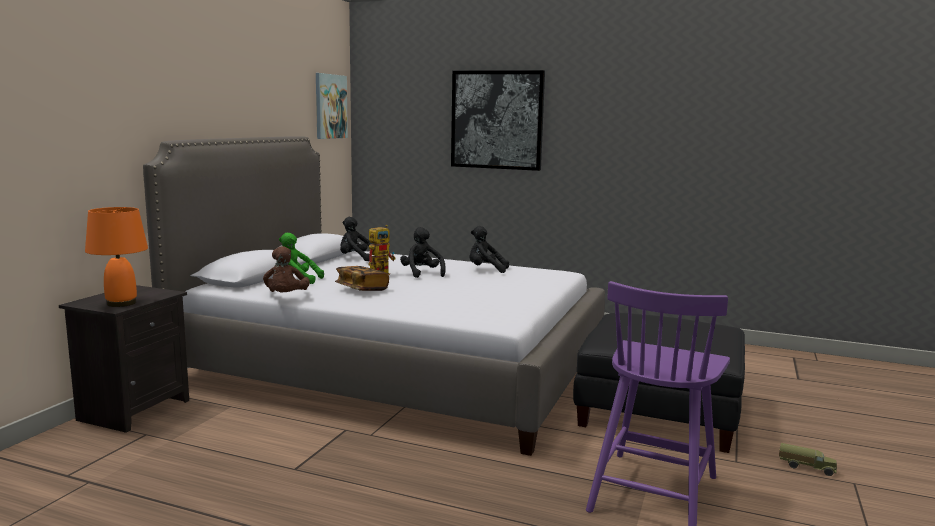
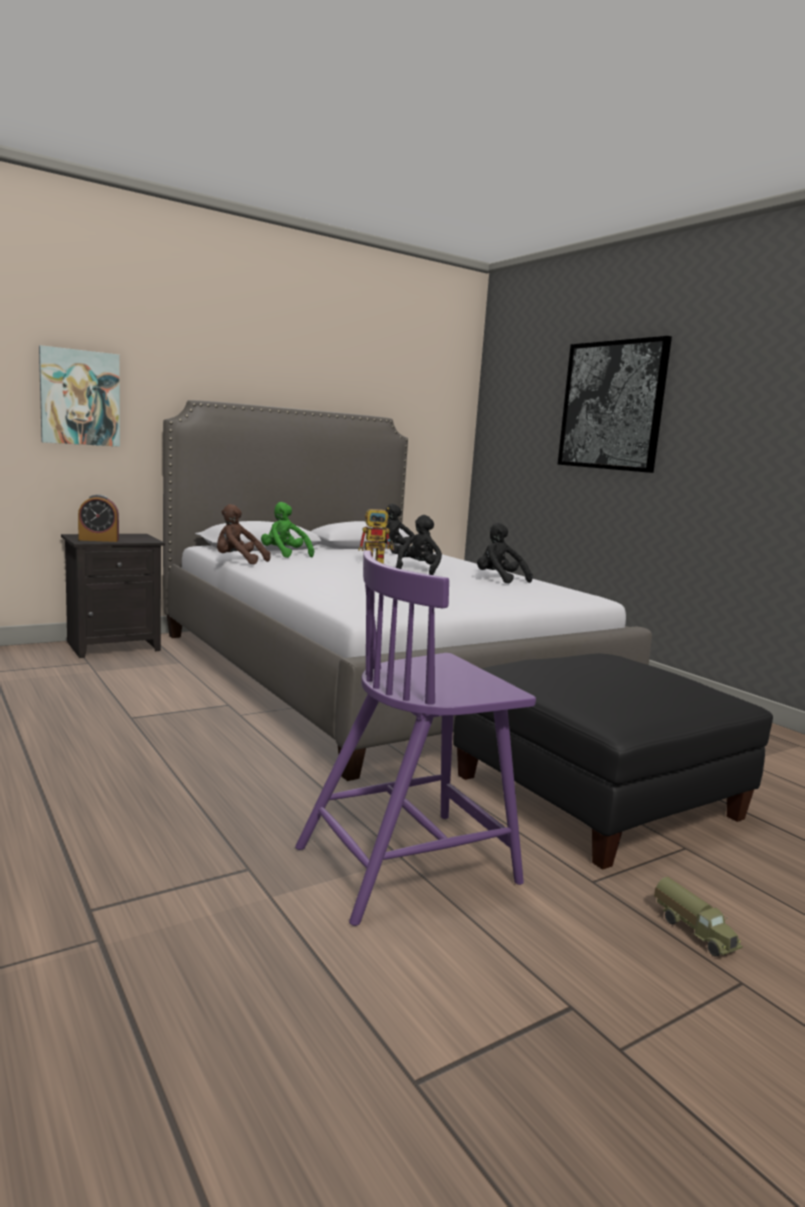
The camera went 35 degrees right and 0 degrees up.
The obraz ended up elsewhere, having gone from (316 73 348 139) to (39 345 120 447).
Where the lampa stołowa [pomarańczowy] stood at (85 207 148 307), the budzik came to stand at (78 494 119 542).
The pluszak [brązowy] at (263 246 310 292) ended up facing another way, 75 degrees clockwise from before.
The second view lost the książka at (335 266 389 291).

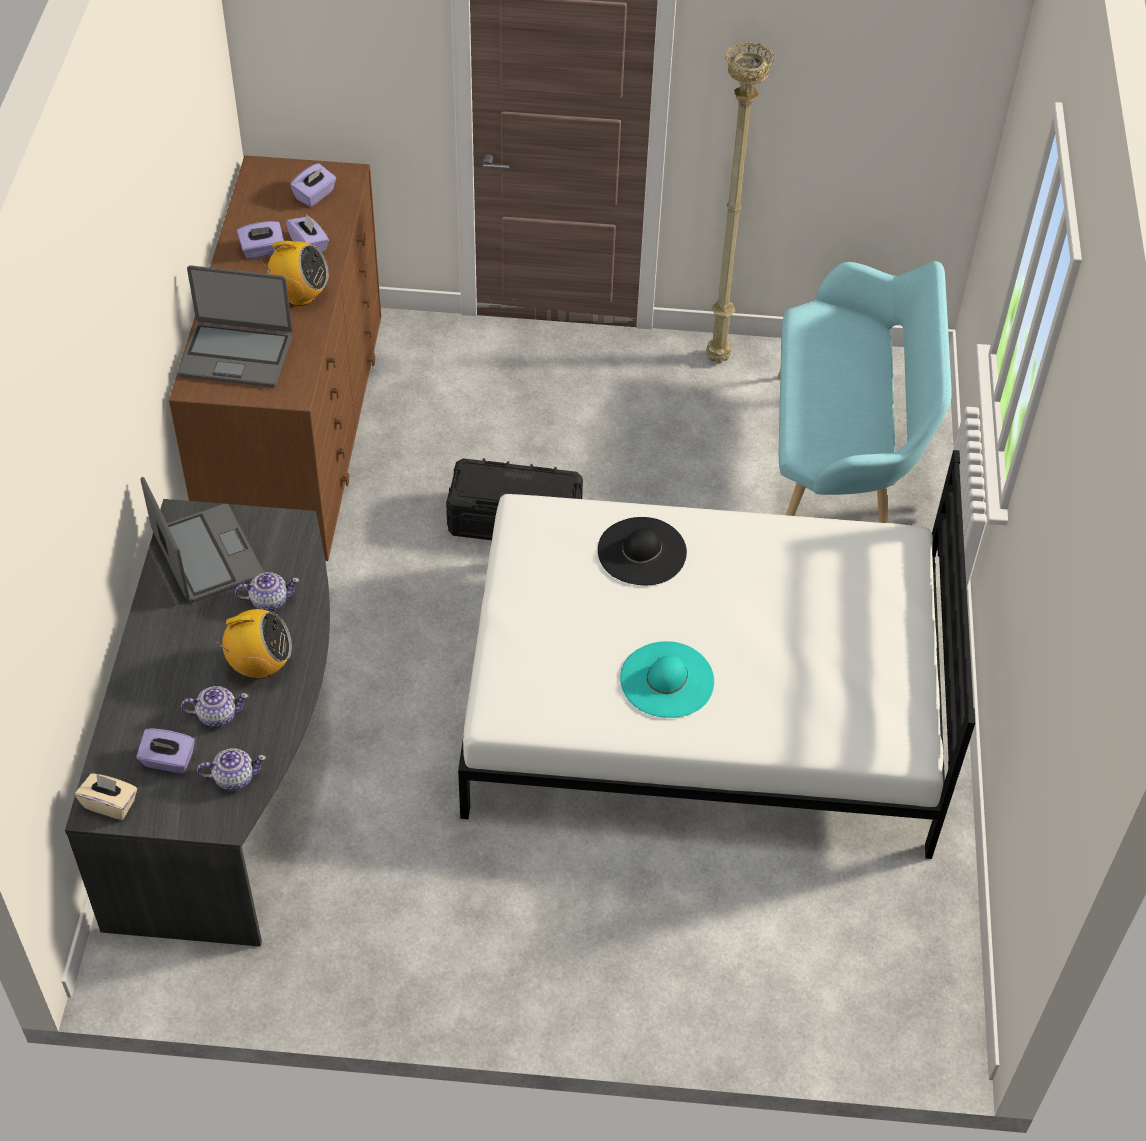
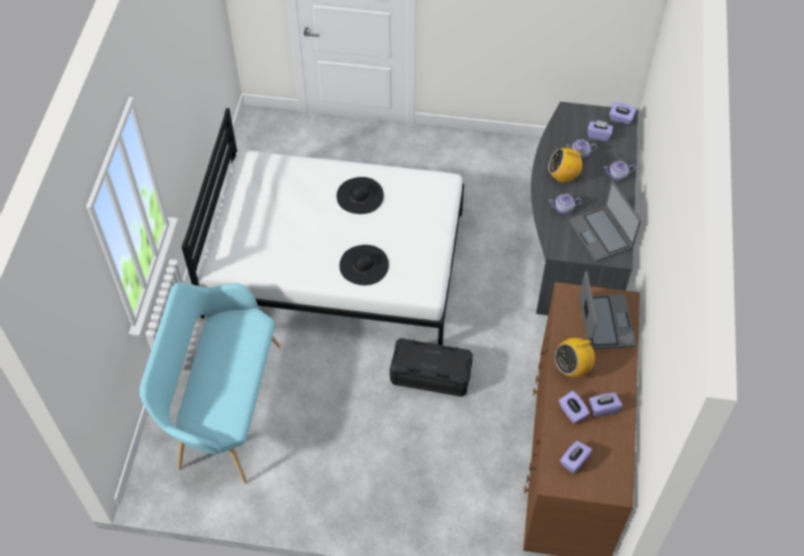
The camera went 175 degrees left and 5 degrees up.
What was the kapelusz [turkusowy] at (620 641 714 718) turned into the kapelusz [czarny] at (337 177 384 214).
The radio at (260 241 328 306) ended up facing another way, 45 degrees counterclockwise from before.
The laptop at (178 265 292 387) ended up facing another way, 75 degrees clockwise from before.
The imbryk ended up elsewhere, having gone from (197 748 266 791) to (604 161 636 181).
What was the pudełko chusteczek [beżowy] at (75 773 137 820) turned into the pudełko chusteczek [fioletowy] at (609 102 636 125).
The second view lost the lampa stojąca [beżowy] at (706 41 774 363).

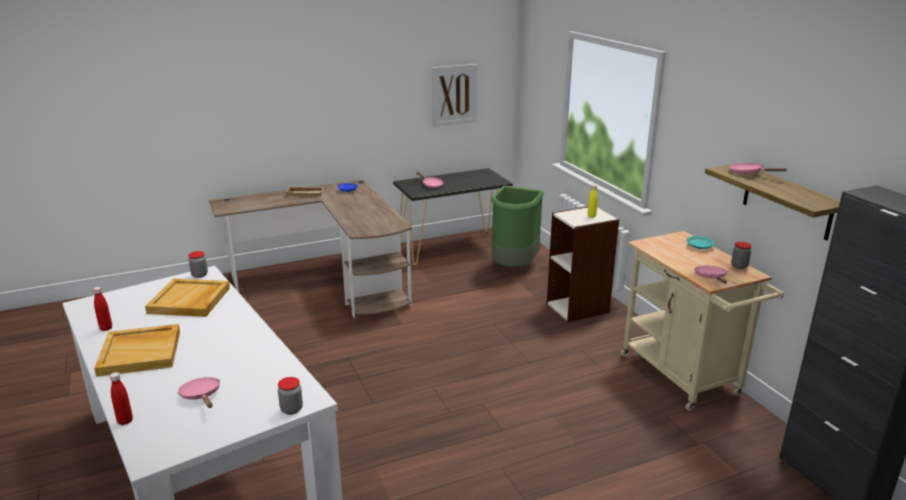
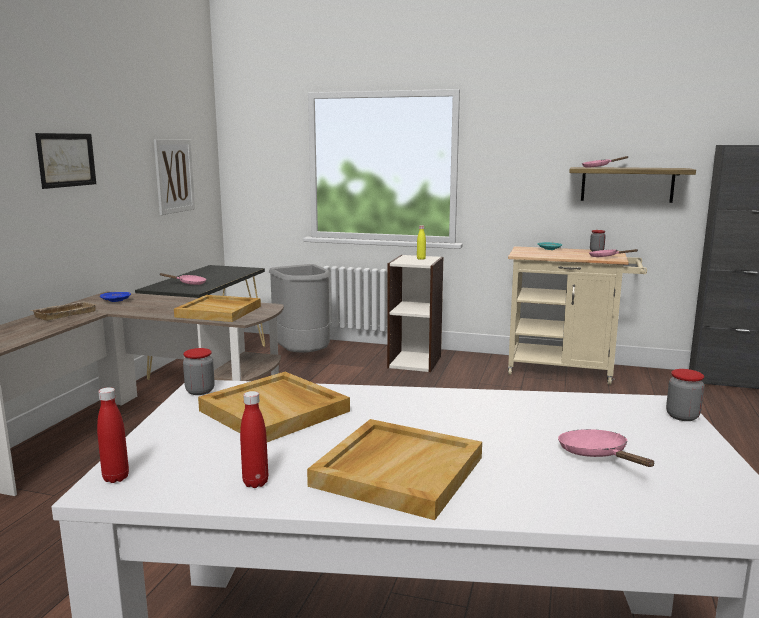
The camera went 50 degrees left and 10 degrees down.
The second view gained the obraz at (35 133 96 189).
The butelka [czerwony] ended up elsewhere, having gone from (110 372 133 425) to (97 387 129 483).
The second view gained the taca [beżowy] at (174 295 261 322).
What was the kosz na śmieci [zielony] at (491 186 544 267) turned into the kosz na śmieci [szary] at (268 264 330 353).
The patelnia [różowy] at (178 377 220 408) ended up facing another way, 60 degrees clockwise from before.

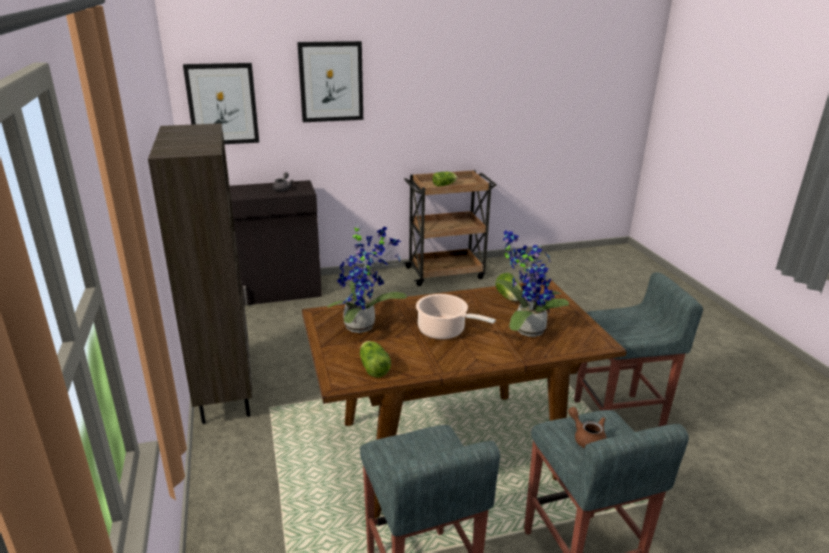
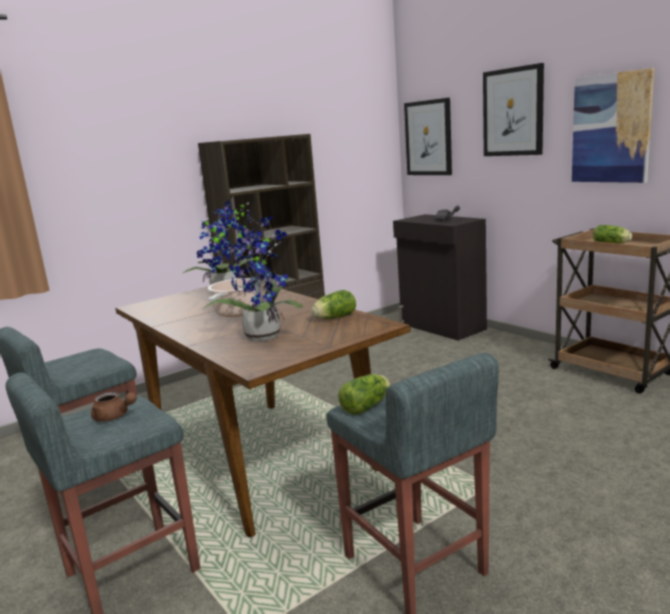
The camera went 70 degrees right and 10 degrees down.
The imbryk [brązowy] at (568 407 606 448) ended up facing another way, 75 degrees clockwise from before.
The sałata ended up elsewhere, having gone from (360 341 391 377) to (338 374 390 415).
The second view gained the obraz at (572 68 654 183).

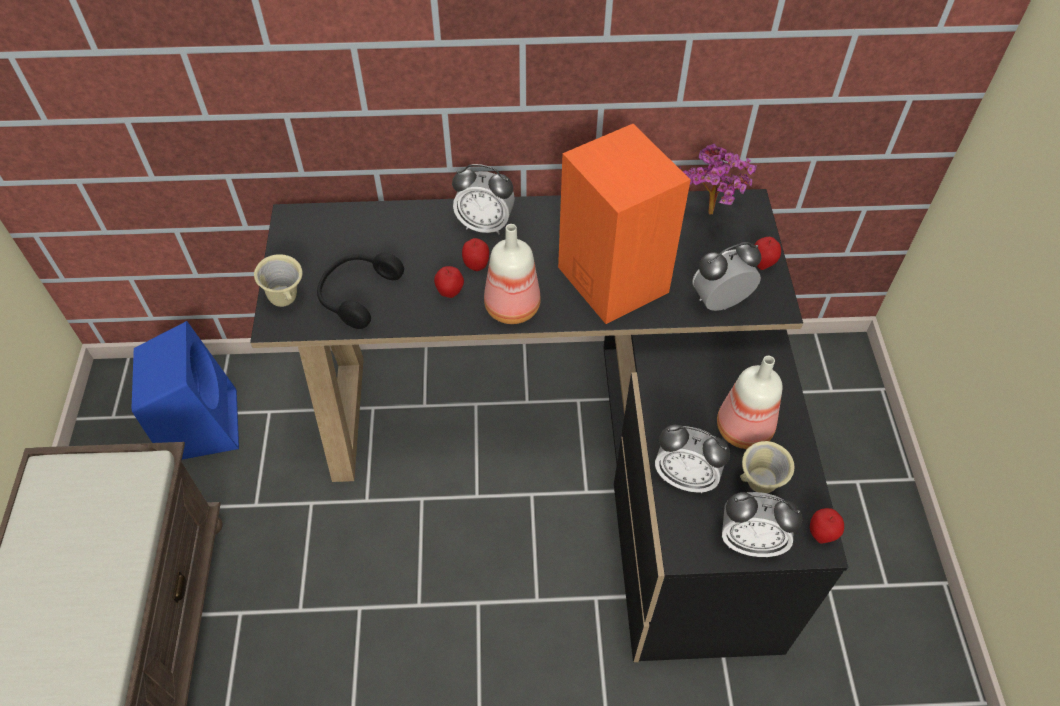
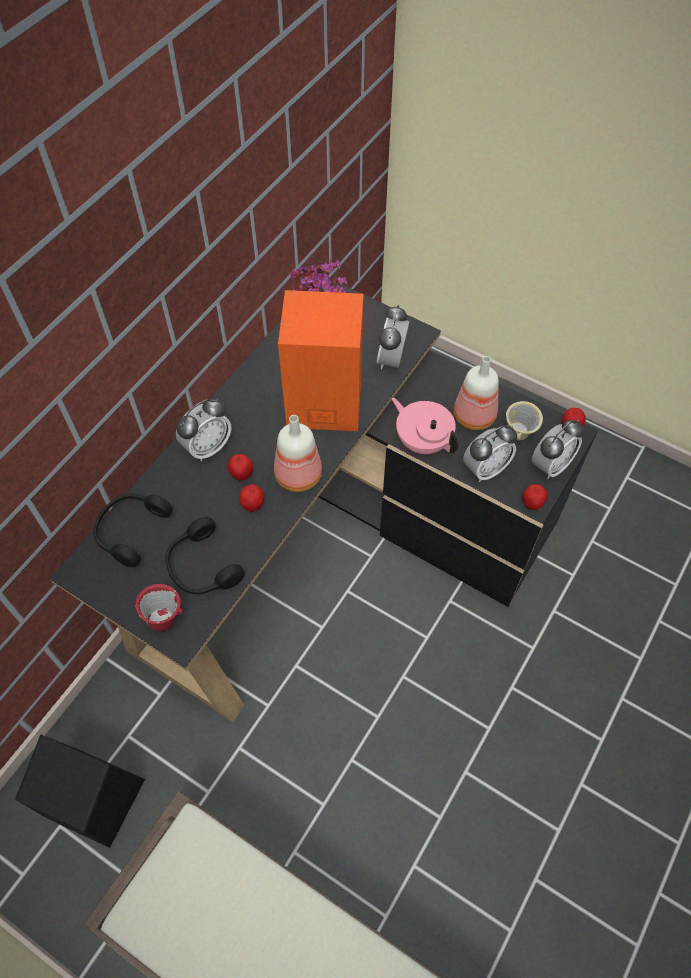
The camera went 55 degrees left and 5 degrees up.
What was the głośnik [niebieski] at (132 321 239 460) turned into the głośnik [czarny] at (15 734 145 848).
The second view gained the słuchawki [czarny] at (93 494 172 567).
What was the kubek [beżowy] at (254 254 303 307) turned into the kubek [czerwony] at (135 584 183 631).
The second view gained the imbryk [różowy] at (392 398 459 454).
The jabłko ended up elsewhere, having gone from (755 237 781 270) to (523 484 548 510).

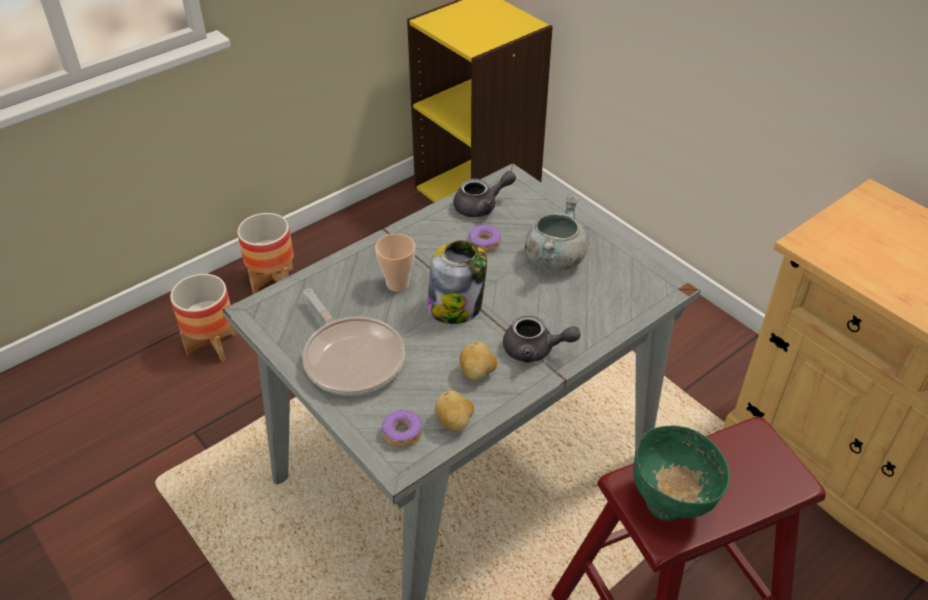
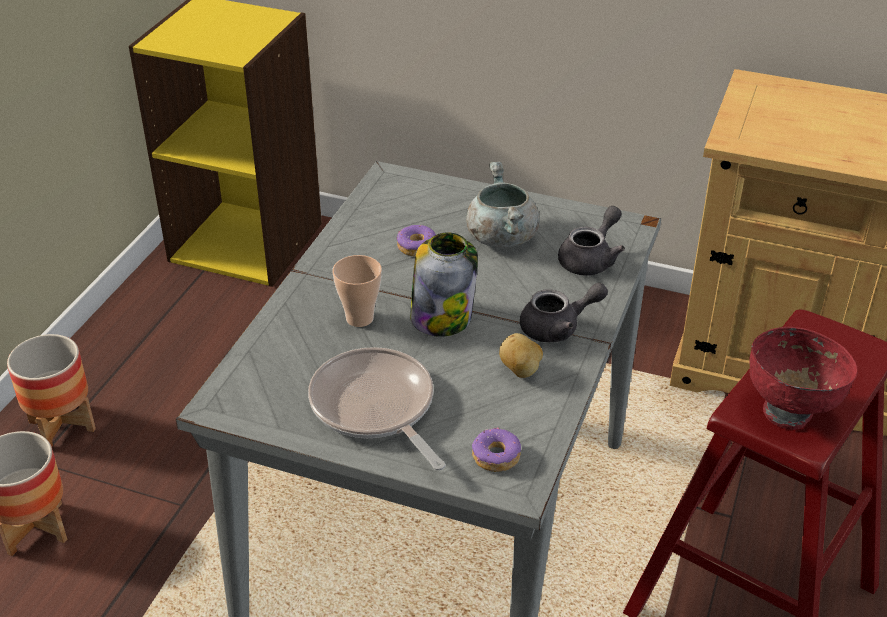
The camera went 30 degrees left and 5 degrees down.
The patelnia at (302 289 405 396) ended up facing another way, 150 degrees counterclockwise from before.
The imbryk [szary] ended up elsewhere, having gone from (454 171 516 217) to (558 206 625 275).
What was the miska [zielony] at (633 425 729 521) turned into the miska [czerwony] at (749 327 857 430).
The second view lost the ziemniak at (435 390 474 432).

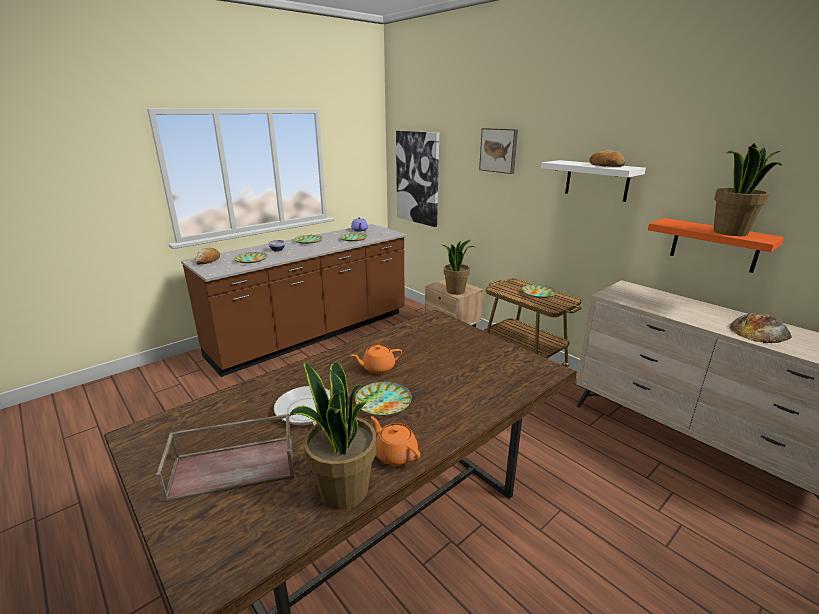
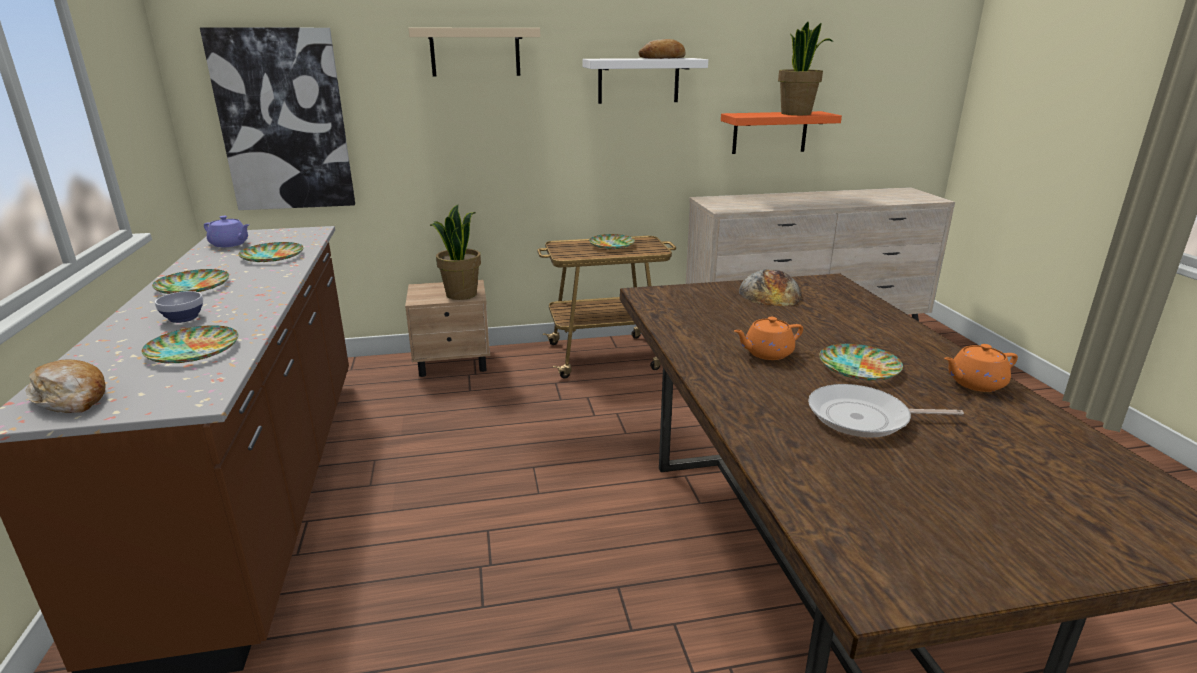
The camera went 60 degrees left and 0 degrees up.
Where the obraz hung at (479 128 518 174), the półka [beżowy] came to hang at (409 28 540 77).
The imbryk [pomarańczowy] at (351 345 402 374) ended up facing another way, 60 degrees clockwise from before.
The chleb ended up elsewhere, having gone from (730 313 792 343) to (739 269 802 306).
The second view lost the taca [brązowy] at (156 414 294 503).
The second view lost the roślina doniczkowa at (289 361 376 510).

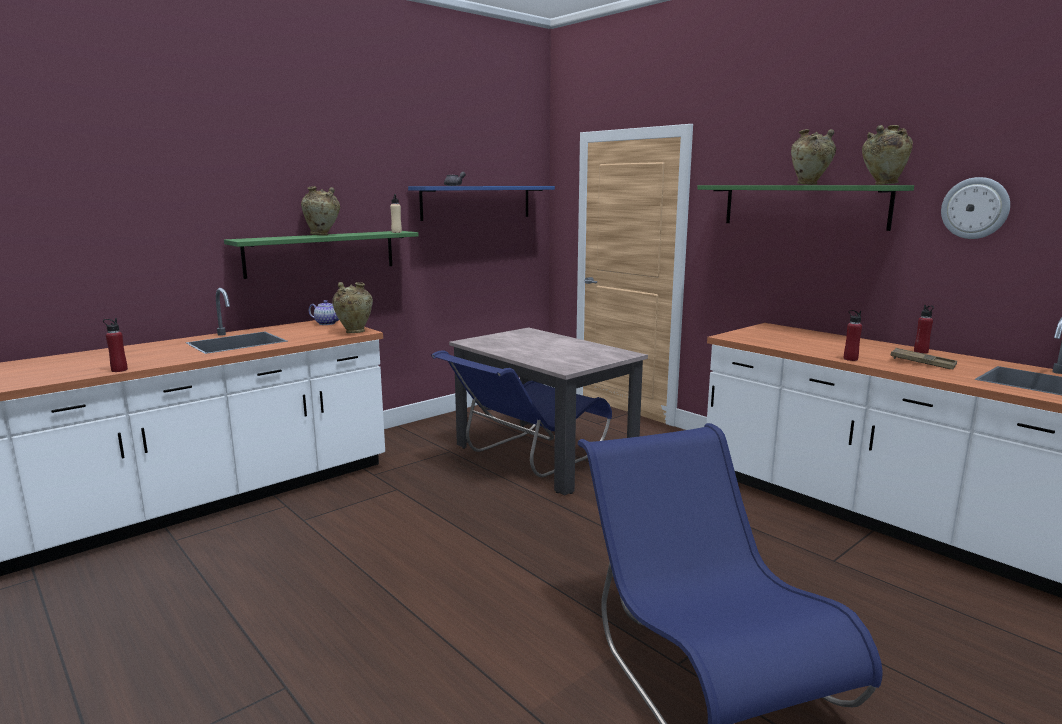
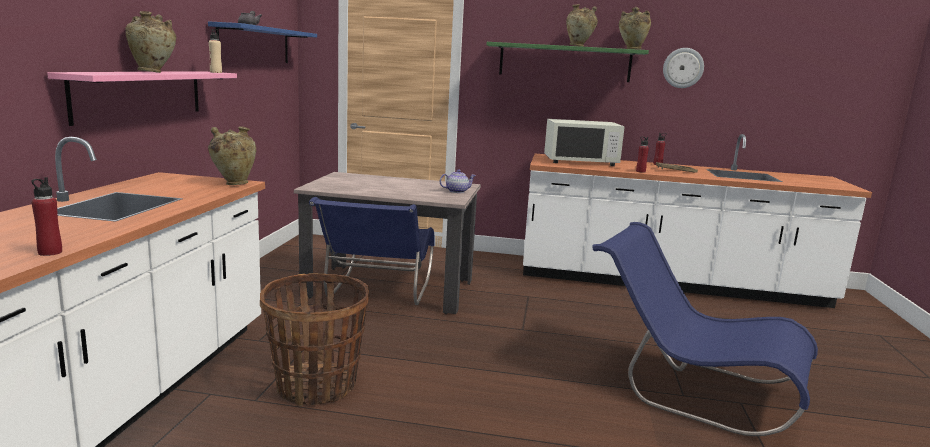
The camera went 40 degrees left and 0 degrees up.
What was the półka [zielony] at (224 231 419 279) turned into the półka [różowy] at (47 71 237 126).
The second view gained the koszyk at (260 273 369 407).
The imbryk ended up elsewhere, having gone from (308 300 339 325) to (440 169 476 193).
The second view gained the mikrofalówka [biały] at (544 119 625 166).

